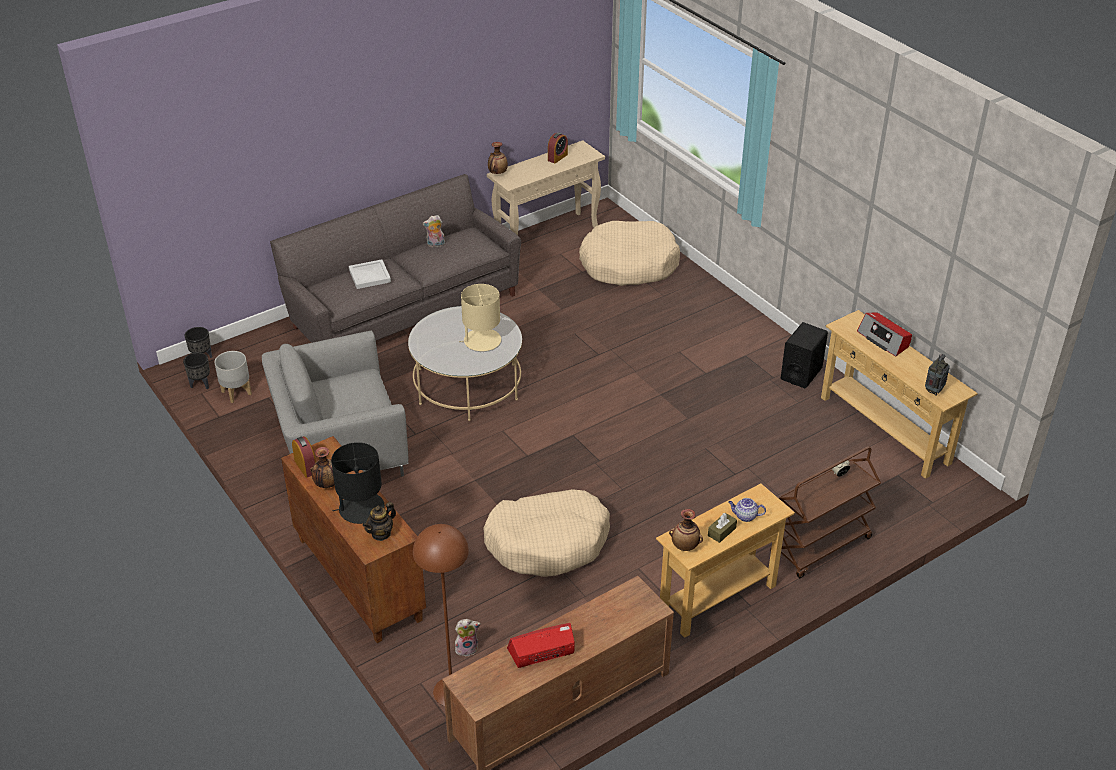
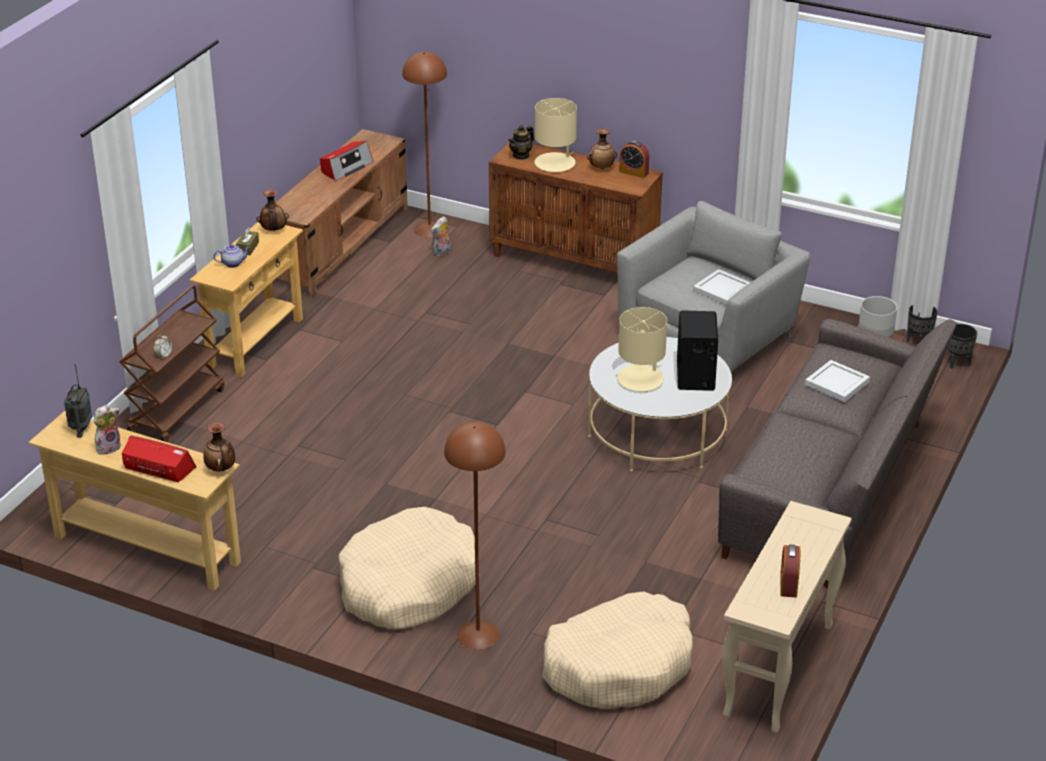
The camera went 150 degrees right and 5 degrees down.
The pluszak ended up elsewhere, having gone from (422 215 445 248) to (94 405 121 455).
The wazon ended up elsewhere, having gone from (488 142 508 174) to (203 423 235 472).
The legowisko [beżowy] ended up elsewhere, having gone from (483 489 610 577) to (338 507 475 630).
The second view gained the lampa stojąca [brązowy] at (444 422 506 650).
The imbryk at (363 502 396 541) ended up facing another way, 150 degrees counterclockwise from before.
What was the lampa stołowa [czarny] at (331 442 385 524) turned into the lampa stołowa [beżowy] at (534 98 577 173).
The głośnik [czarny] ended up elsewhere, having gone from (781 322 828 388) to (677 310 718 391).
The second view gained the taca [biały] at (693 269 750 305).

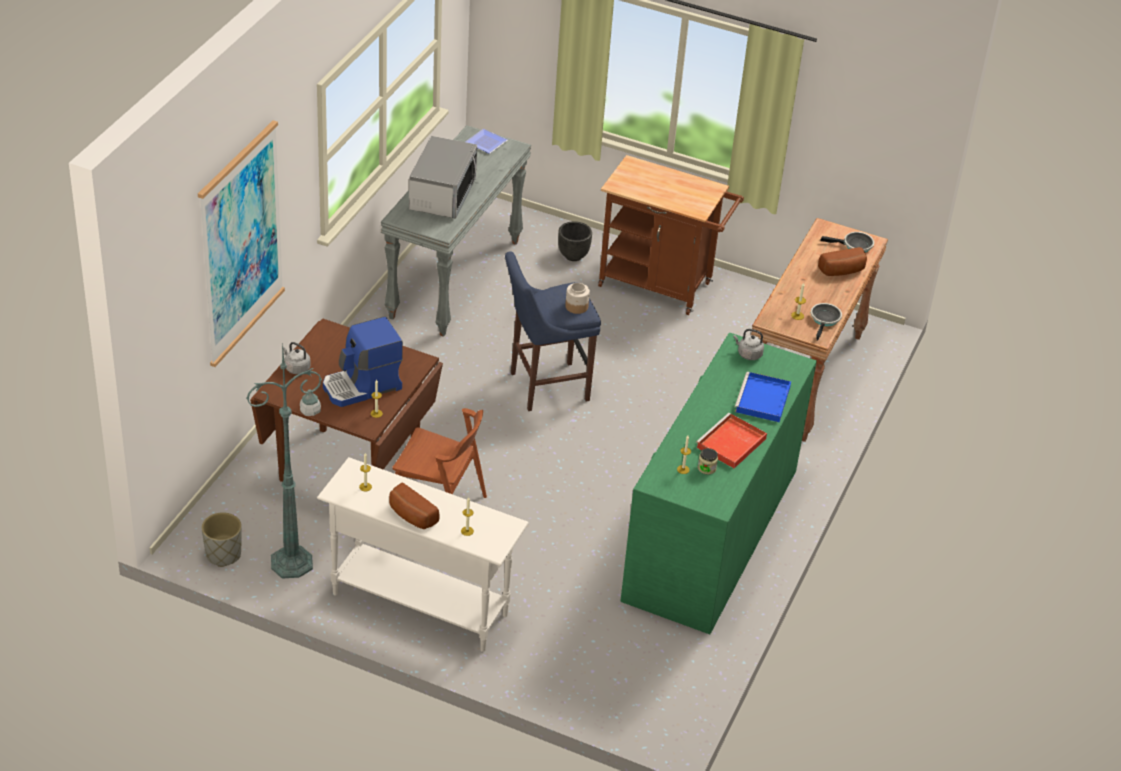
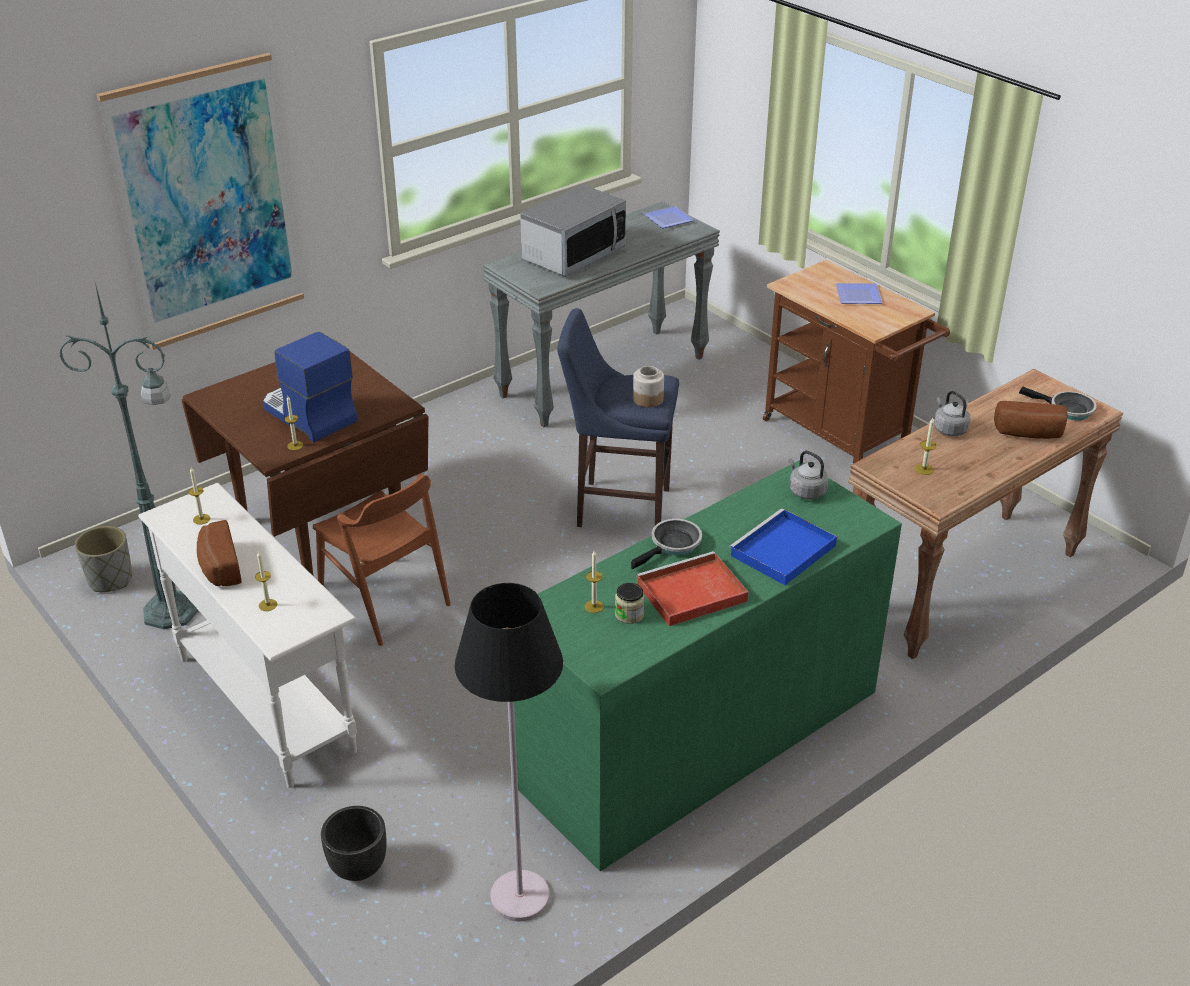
The camera went 30 degrees right and 5 degrees down.
The ekspres do kawy at (323 316 403 407) ended up facing another way, 45 degrees clockwise from before.
The donica [czarny] ended up elsewhere, having gone from (558 221 592 261) to (321 806 387 881).
The second view gained the lampa stojąca [czarny] at (455 583 563 921).
The patelnia ended up elsewhere, having gone from (811 303 842 341) to (631 519 702 570).
The second view gained the talerz at (836 283 882 304).
The czajnik [szary] ended up elsewhere, having gone from (283 342 311 374) to (934 391 970 436).

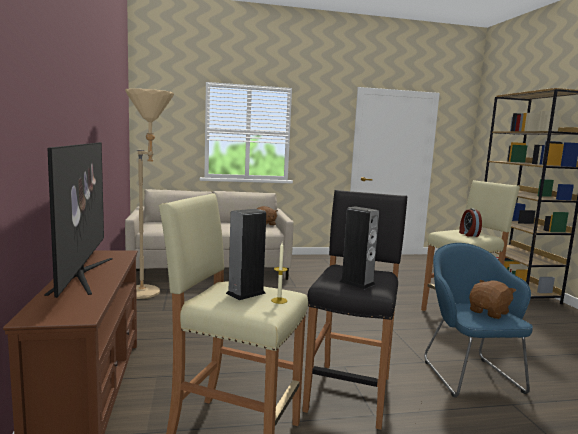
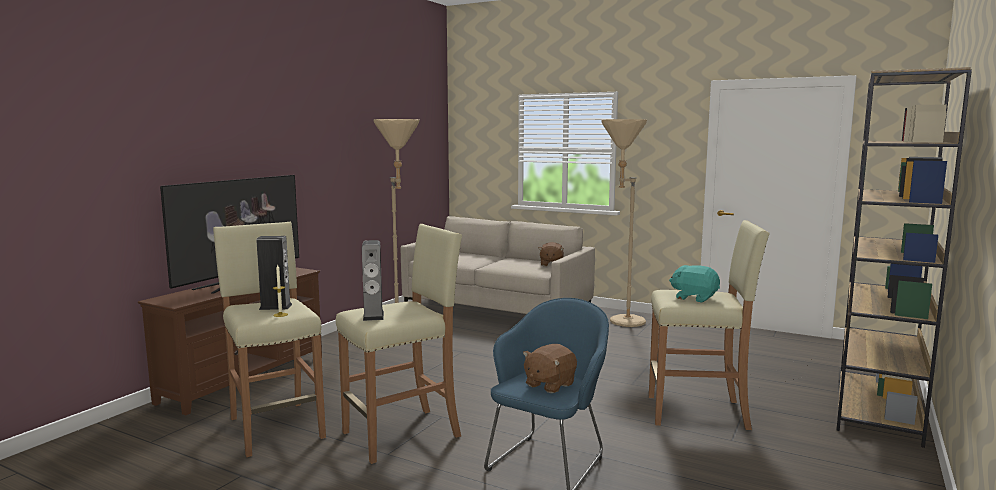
The camera went 40 degrees right and 0 degrees up.
What was the stołek [czarny] at (302 190 407 430) turned into the stołek [beżowy] at (336 224 462 464).
The pluszak [brązowy] at (469 280 516 319) ended up facing another way, 135 degrees clockwise from before.
The second view gained the lampa stojąca [beżowy] at (601 119 647 327).
Where the budzik stood at (459 208 482 237), the pluszak [turkusowy] came to stand at (669 265 720 302).

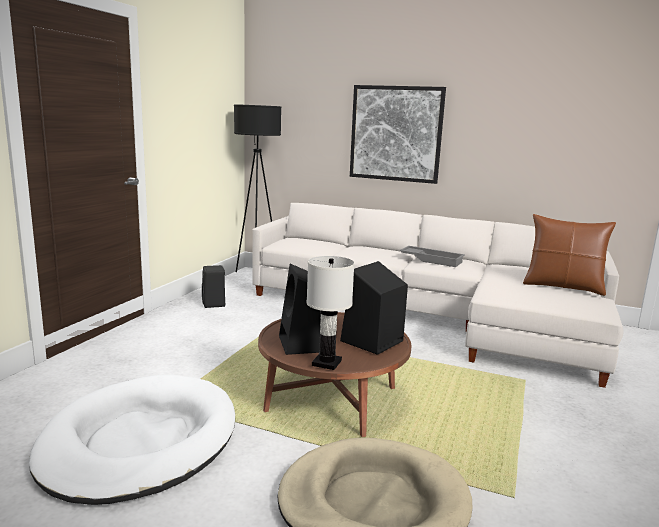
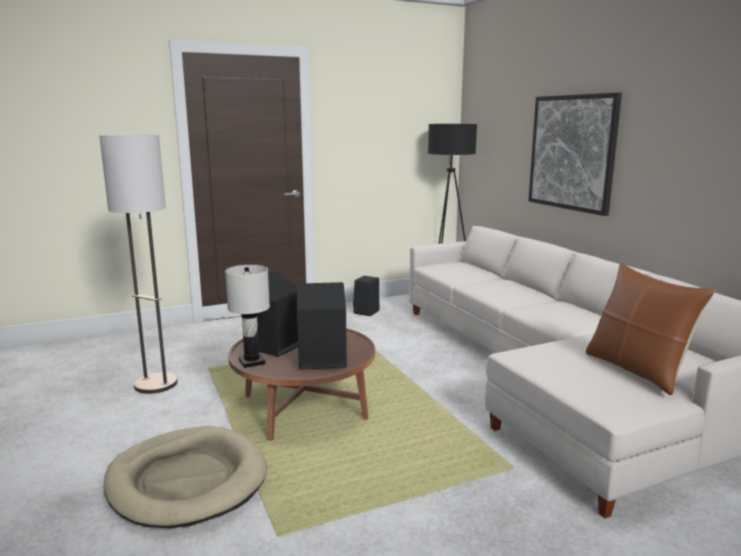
The camera went 45 degrees right and 0 degrees up.
Where the legowisko [biały] stood at (29 375 235 505), the lampa stojąca came to stand at (99 134 178 394).
The second view lost the taca [szary] at (399 246 465 267).

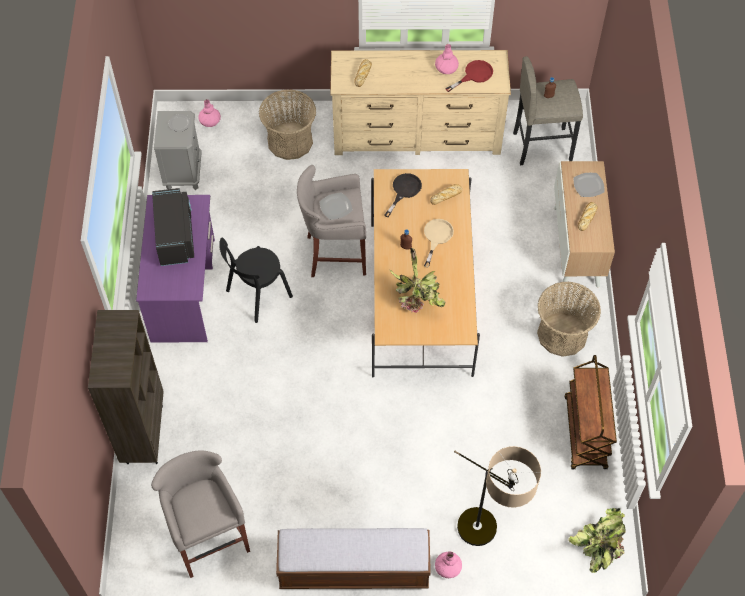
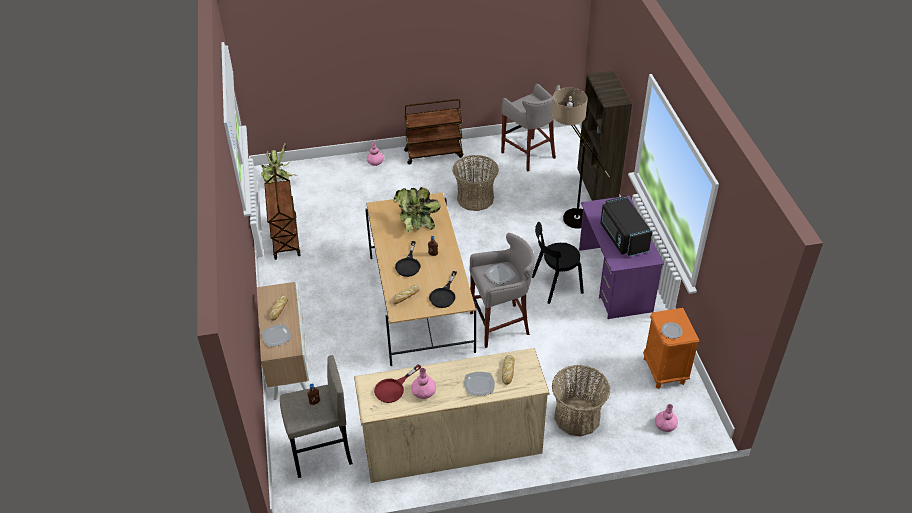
The camera went 170 degrees right and 15 degrees down.
What was the patelnia [beżowy] at (424 219 454 268) turned into the patelnia [czarny] at (395 241 420 277).
Where the ławka stood at (276 528 431 589), the wózek [brązowy] came to stand at (404 99 463 164).
The koszyk ended up elsewhere, having gone from (537 281 601 357) to (453 155 499 211).
The second view gained the talerz at (464 372 495 396).
The krzesło [czarny] at (219 238 293 323) ended up facing another way, 150 degrees counterclockwise from before.
The lampa stojąca ended up elsewhere, having gone from (454 446 541 546) to (552 87 610 229).
What was the szafka nocna [szary] at (154 111 202 190) turned into the szafka nocna [pomarańczowy] at (643 308 699 389).

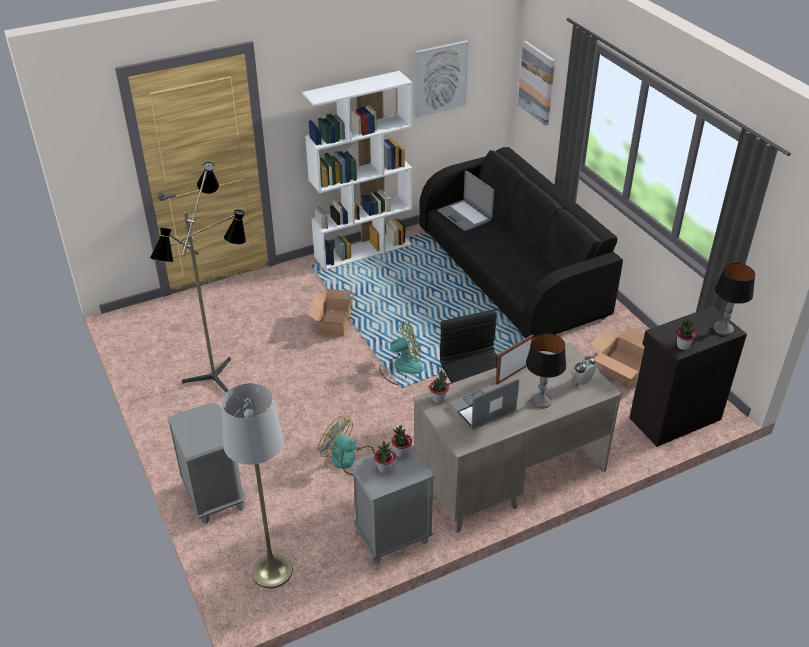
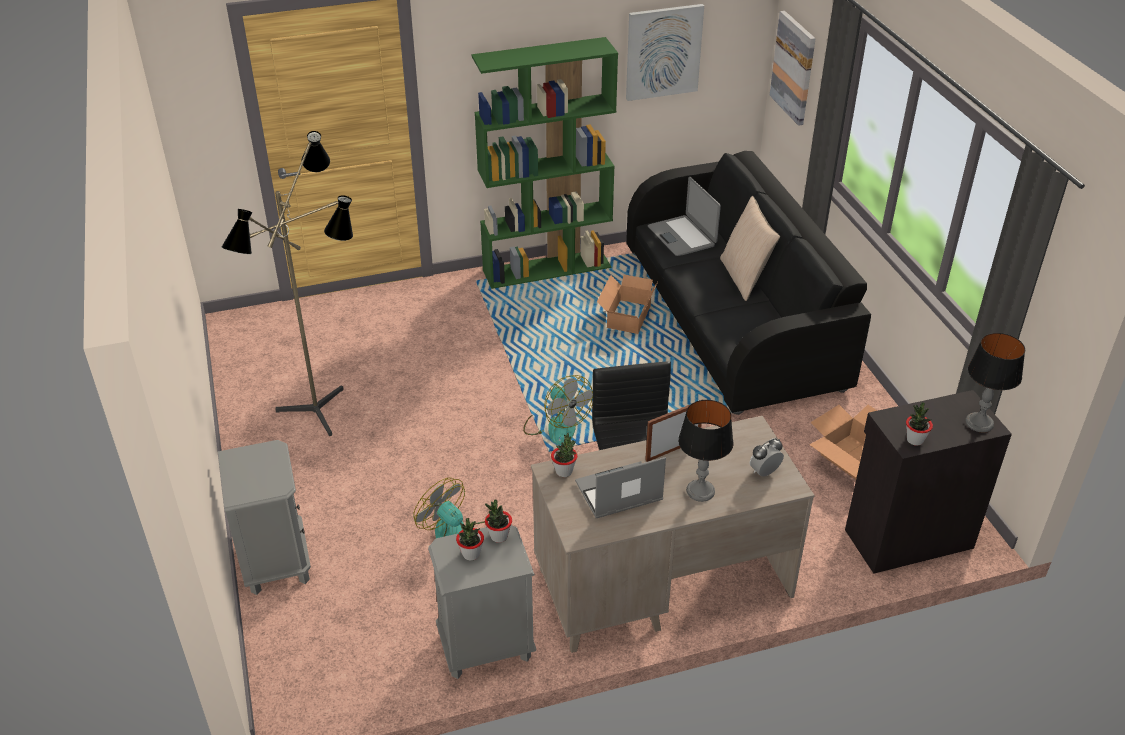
The camera went 10 degrees right and 0 degrees up.
What was the regał [biały] at (302 71 413 270) turned into the regał [zielony] at (472 37 618 289).
The wentylator at (379 321 424 385) ended up facing another way, 60 degrees clockwise from before.
The karton ended up elsewhere, having gone from (308 289 355 337) to (597 275 658 334).
The second view gained the poduszka [beżowy] at (720 196 780 301).
The second view lost the lampa stojąca [szary] at (222 383 293 588).

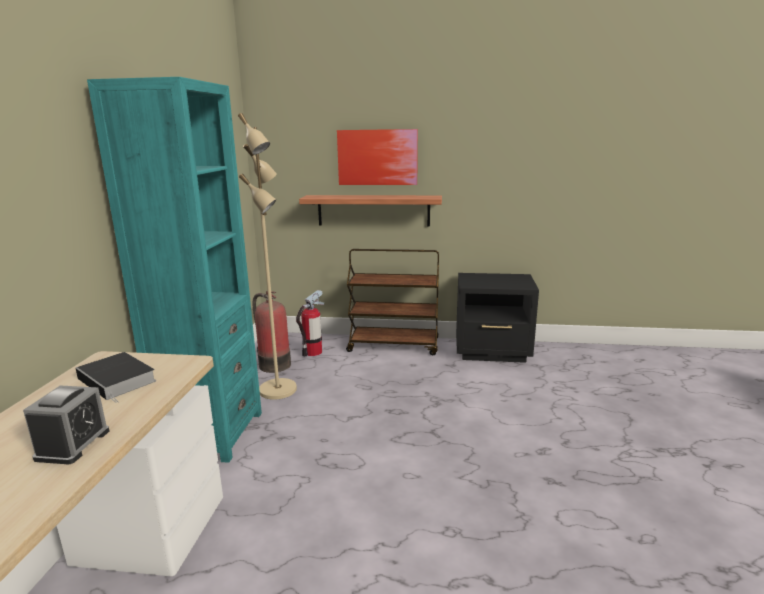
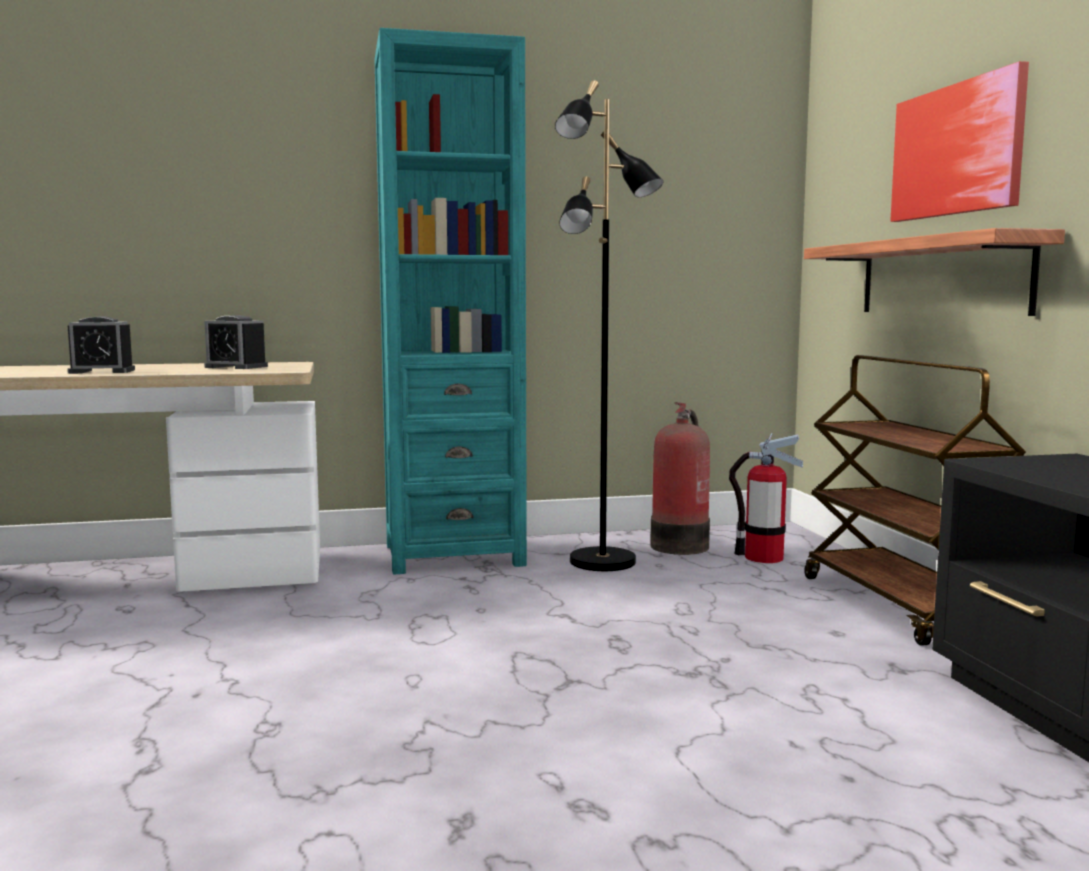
The camera went 70 degrees right and 10 degrees down.
Where the książka stood at (75 352 156 403), the budzik came to stand at (204 315 268 369).
What was the lampa stojąca [beżowy] at (238 113 297 400) turned into the lampa stojąca [czarny] at (555 80 664 571).

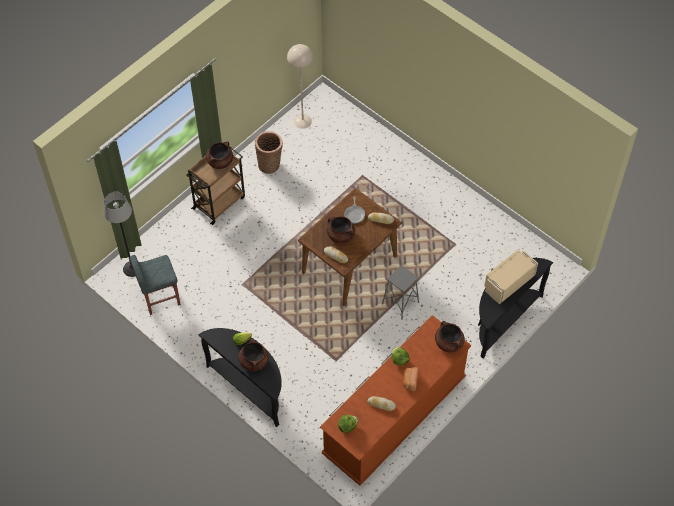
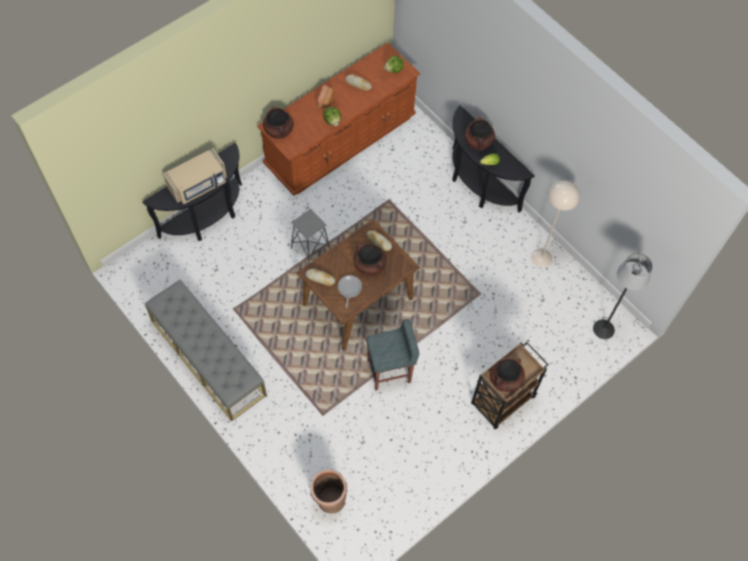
The camera went 175 degrees left and 5 degrees up.
The second view gained the ławka [szary] at (145 280 267 421).
The koszyk ended up elsewhere, having gone from (255 131 283 174) to (310 469 347 513).
The stołek [szary] ended up elsewhere, having gone from (130 255 181 315) to (366 319 419 391).
The lampa stojąca [beżowy] ended up elsewhere, having gone from (287 44 313 129) to (531 181 580 267).

